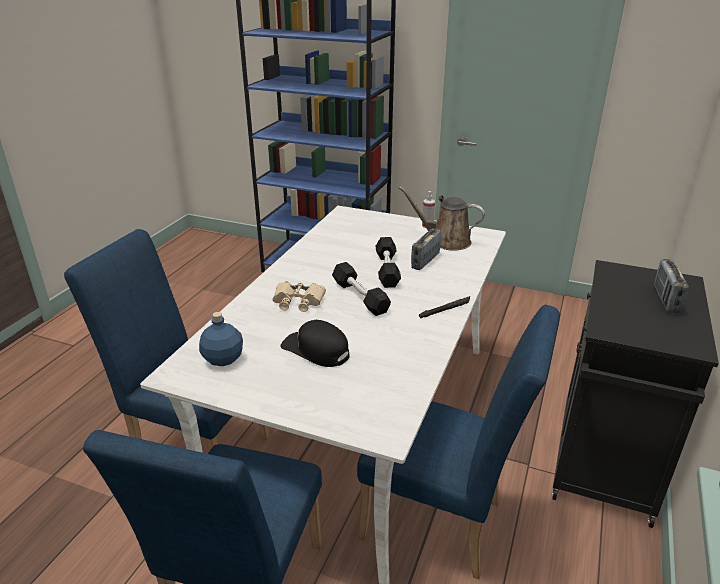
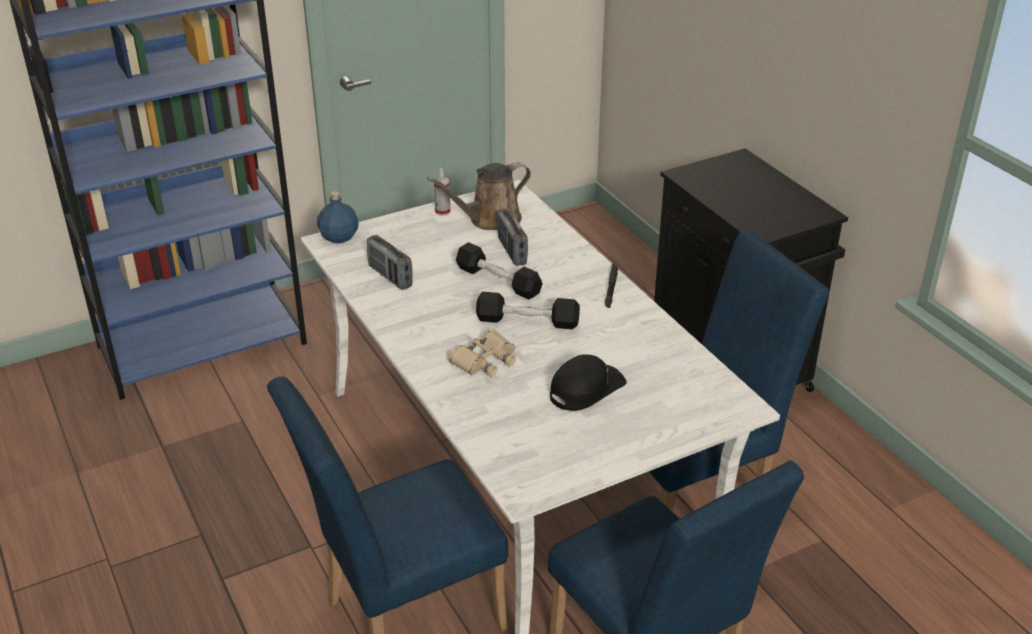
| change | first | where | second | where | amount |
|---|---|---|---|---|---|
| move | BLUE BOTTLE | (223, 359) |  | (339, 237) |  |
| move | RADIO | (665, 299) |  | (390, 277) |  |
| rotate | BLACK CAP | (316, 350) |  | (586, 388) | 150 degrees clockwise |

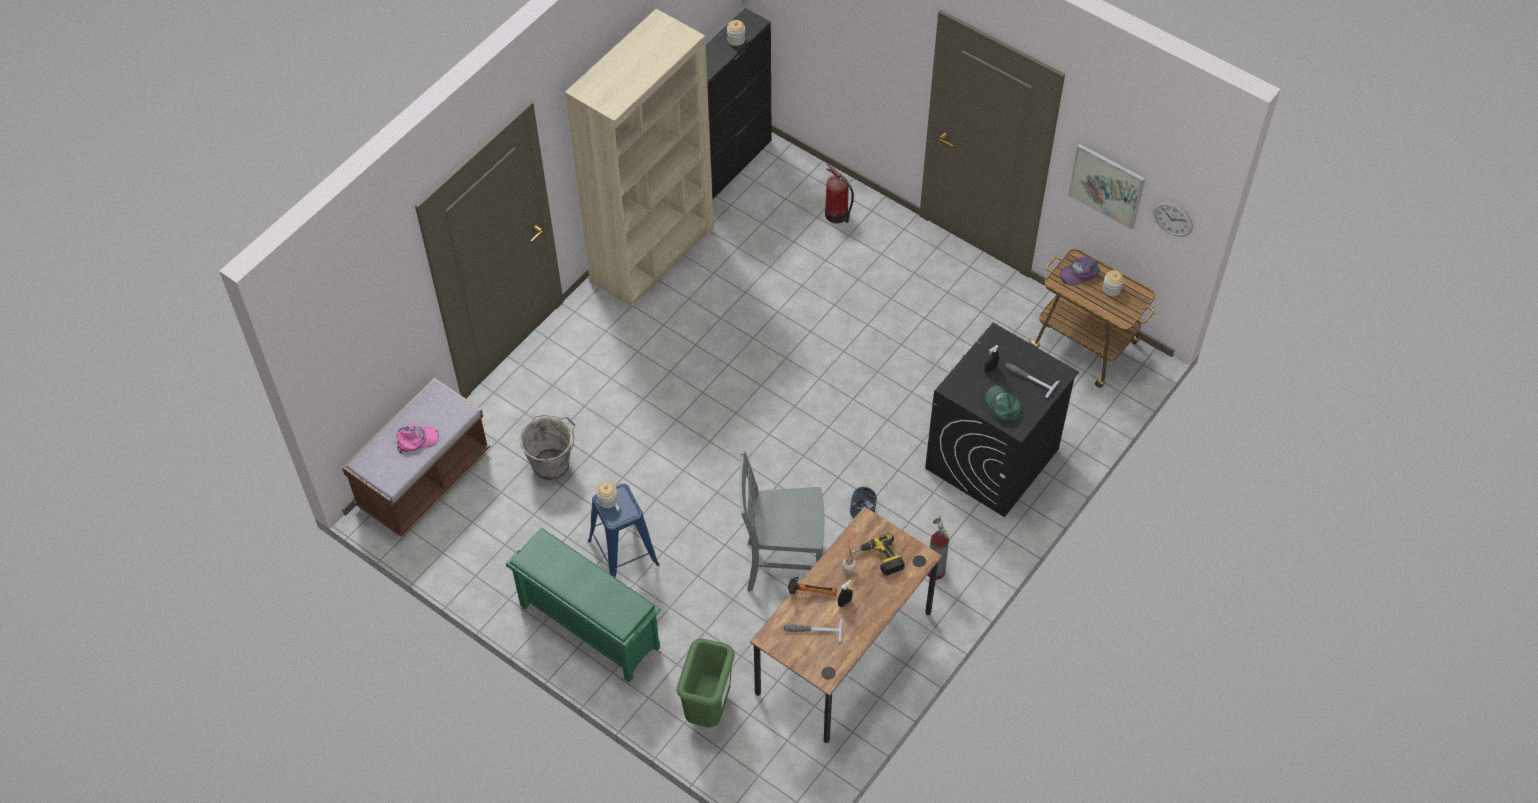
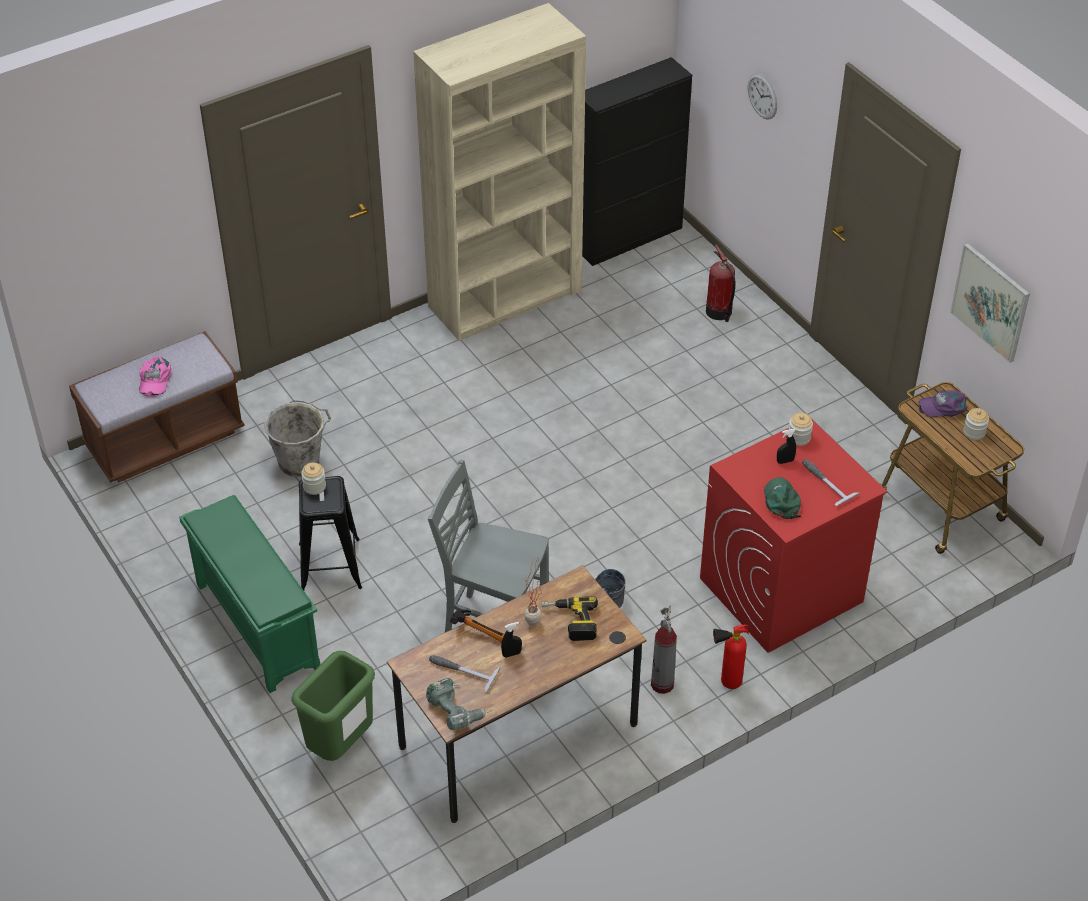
| change | first | where | second | where | amount |
|---|---|---|---|---|---|
| rotate | PINK CAP | (416, 440) |  | (154, 380) | 90 degrees clockwise |
| recolor | BLUE STOOL | (623, 553) | BLACK STOOL | (330, 566) |  |
| insert |  |  | POWER DRILL | (457, 712) |  |
| recolor | BLACK WASHING MACHINE | (992, 459) | RED WASHING MACHINE | (780, 591) |  |
| insert |  |  | FIRE EXTINGUISHER | (726, 683) |  |
| move | WALL CLOCK | (1172, 218) |  | (762, 96) |  |
| move | JAR | (736, 39) |  | (799, 438) |  |

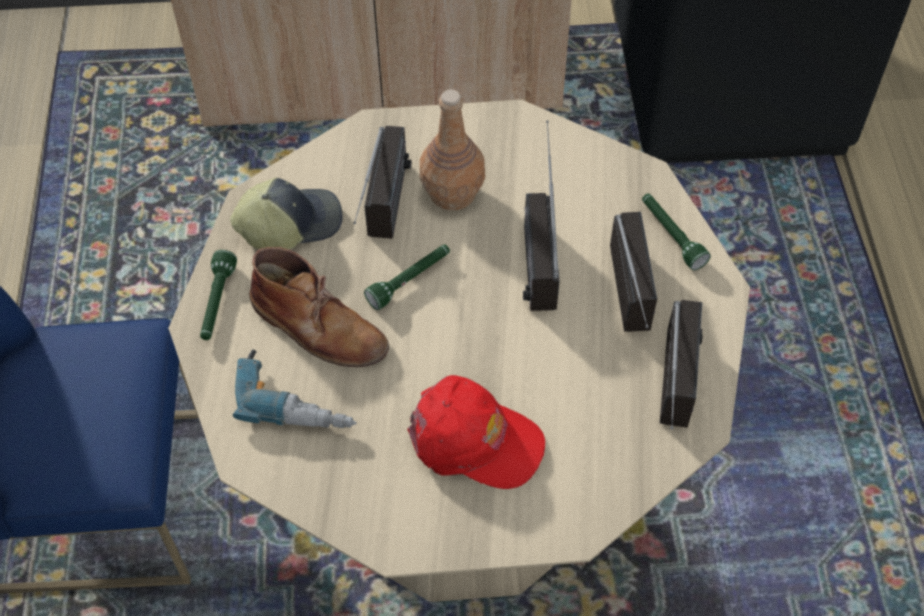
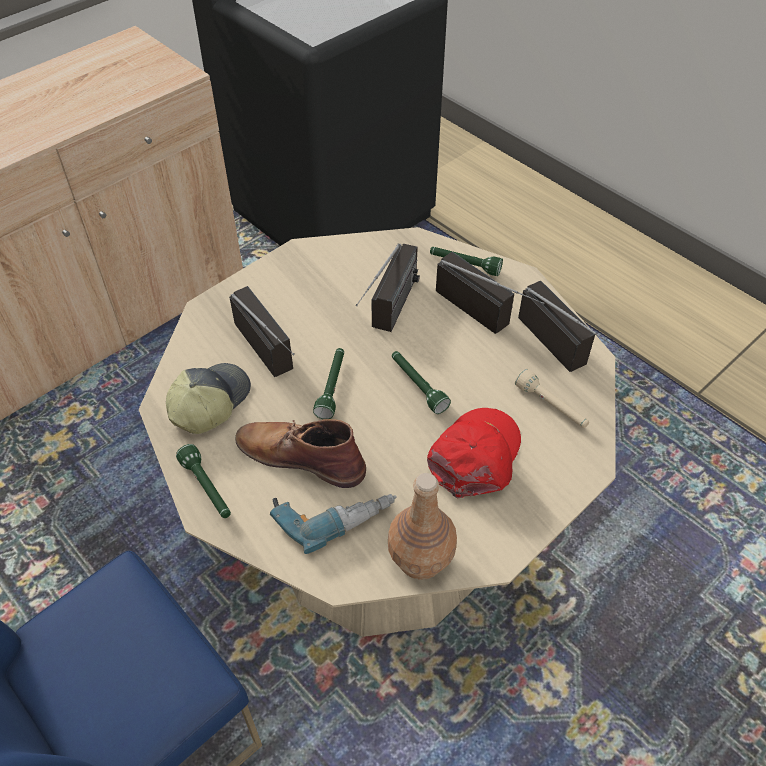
| change | first | where | second | where | amount |
|---|---|---|---|---|---|
| rotate | BROWN BOOT | (319, 327) |  | (300, 455) | 150 degrees counterclockwise |
| rotate | RADIO | (534, 245) |  | (390, 317) | 120 degrees counterclockwise |
| move | BROWN BOTTLE | (453, 193) |  | (421, 558) |  |
| insert |  |  | GREEN FLASHLIGHT | (417, 386) |  |
| rotate | RED CAP | (475, 440) |  | (476, 455) | 45 degrees counterclockwise |
| insert |  |  | BEIGE FLASHLIGHT | (551, 406) |  |

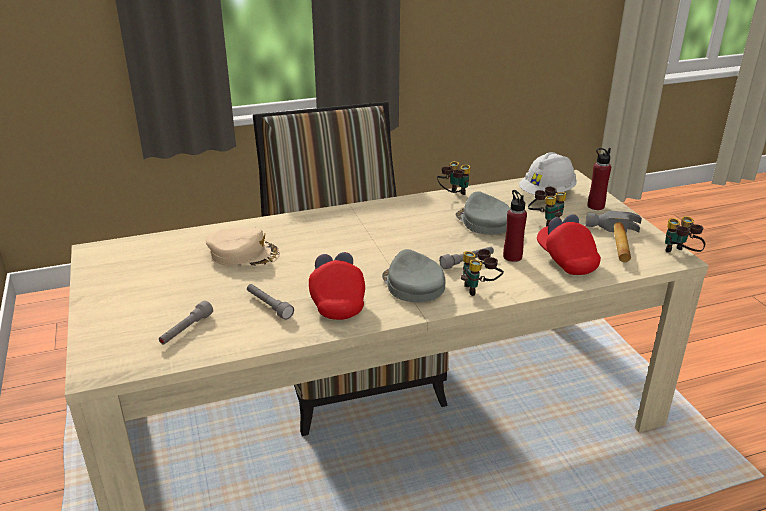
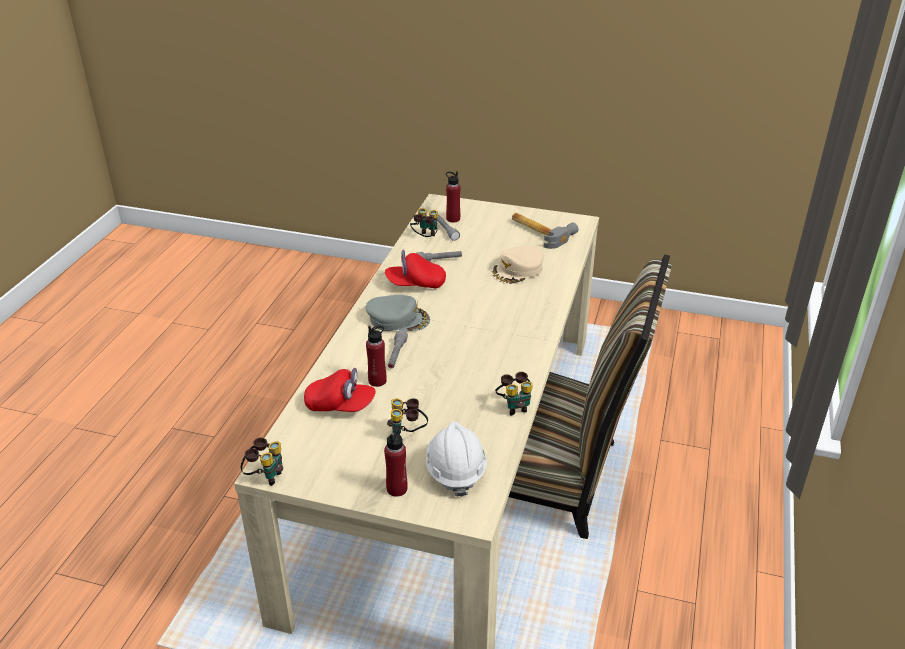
| change | first | where | second | where | amount |
|---|---|---|---|---|---|
| rotate | RED CAP | (336, 301) |  | (415, 284) | 150 degrees clockwise |
| move | BINOCULARS | (480, 289) |  | (425, 238) |  |
| insert |  |  | RED BOTTLE | (453, 219) |  |
| move | HAMMER | (614, 243) |  | (540, 231) |  |
| delete | GREY CAP | (484, 221) |  |  |  |

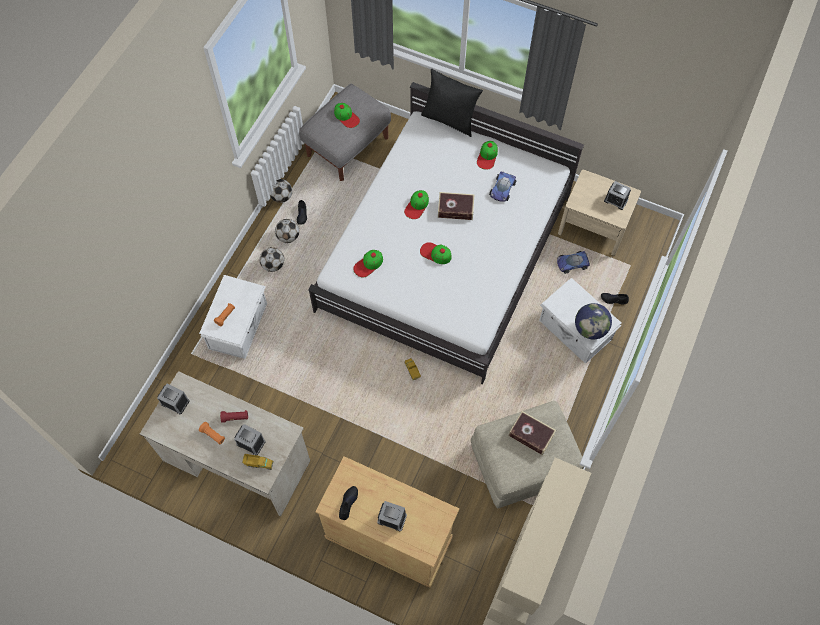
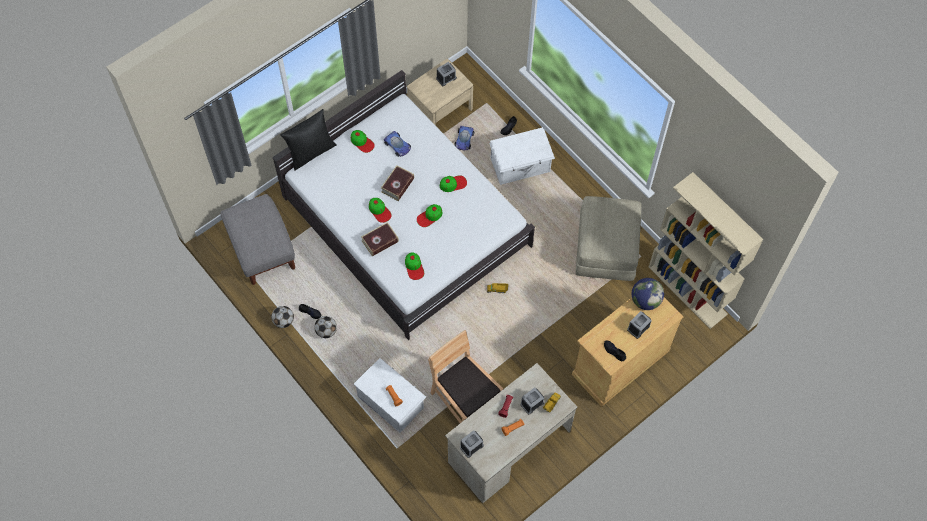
| change | first | where | second | where | amount |
|---|---|---|---|---|---|
| move | BOOK | (531, 435) |  | (380, 241) |  |
| insert |  |  | BROWN CHAIR | (465, 400) |  |
| move | CAP | (346, 116) |  | (453, 184) |  |
| move | GLOBE | (590, 329) |  | (645, 300) |  |
| delete | FOOTBALL | (273, 265) |  |  |  |

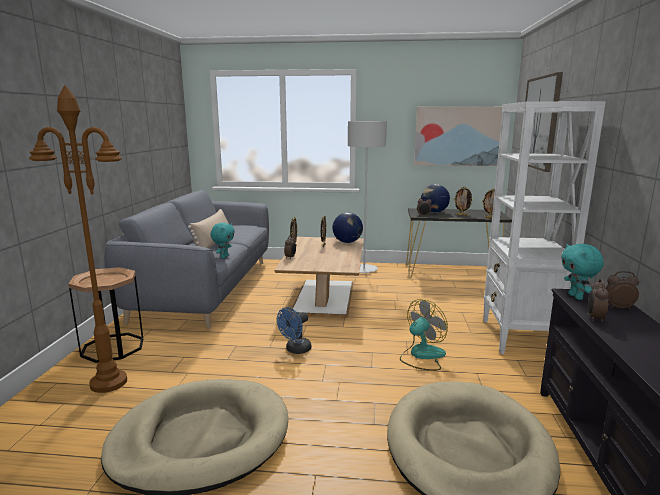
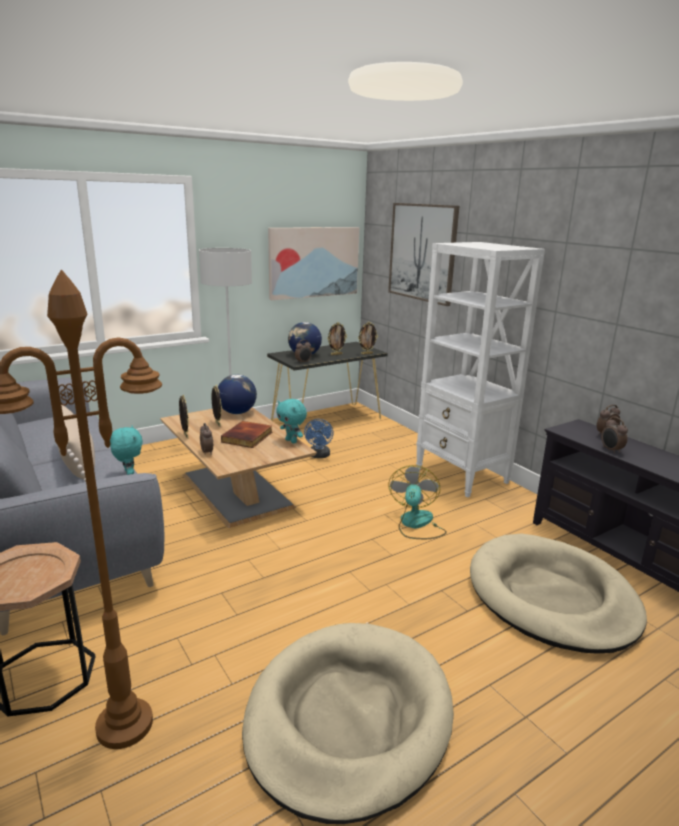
| change | first | where | second | where | amount |
|---|---|---|---|---|---|
| insert |  |  | BOOK | (248, 437) |  |
| move | TURQUOISE PLUSH TOY | (576, 297) |  | (291, 441) |  |
| move | BLUE FAN | (295, 350) |  | (319, 456) |  |

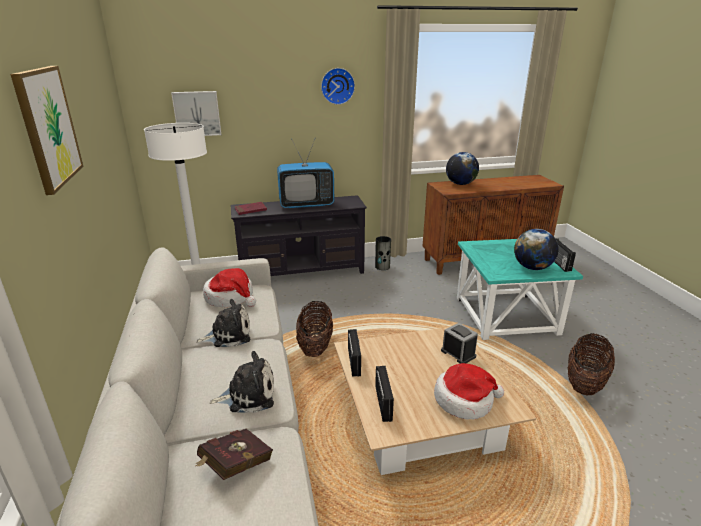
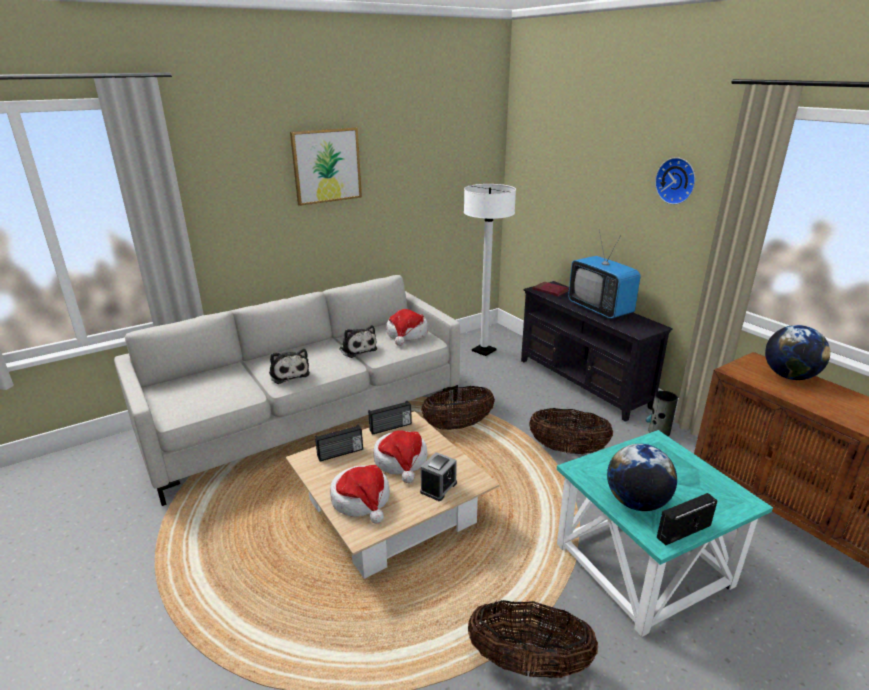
| change | first | where | second | where | amount |
|---|---|---|---|---|---|
| insert |  |  | HAT | (401, 461) |  |
| insert |  |  | BASKET | (567, 449) |  |
| delete | PICTURE | (197, 113) |  |  |  |
| delete | RED BOOK | (234, 466) |  |  |  |

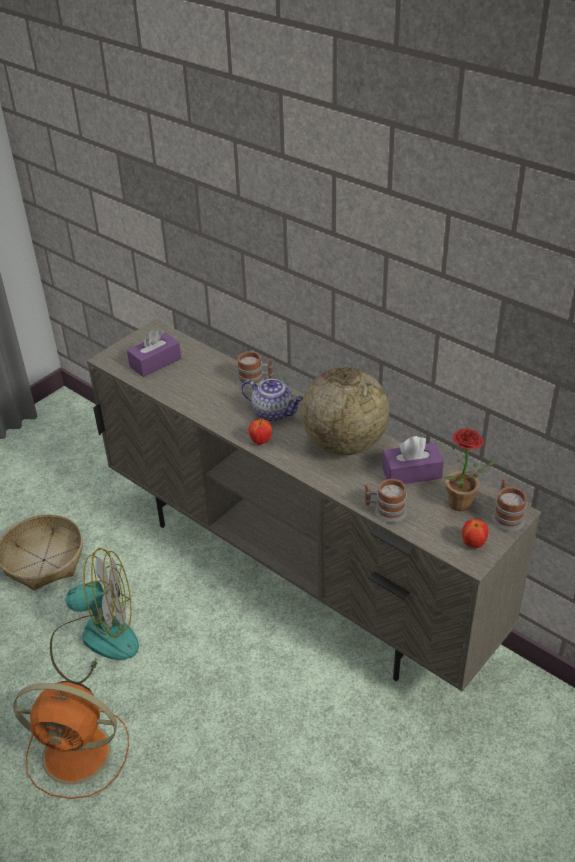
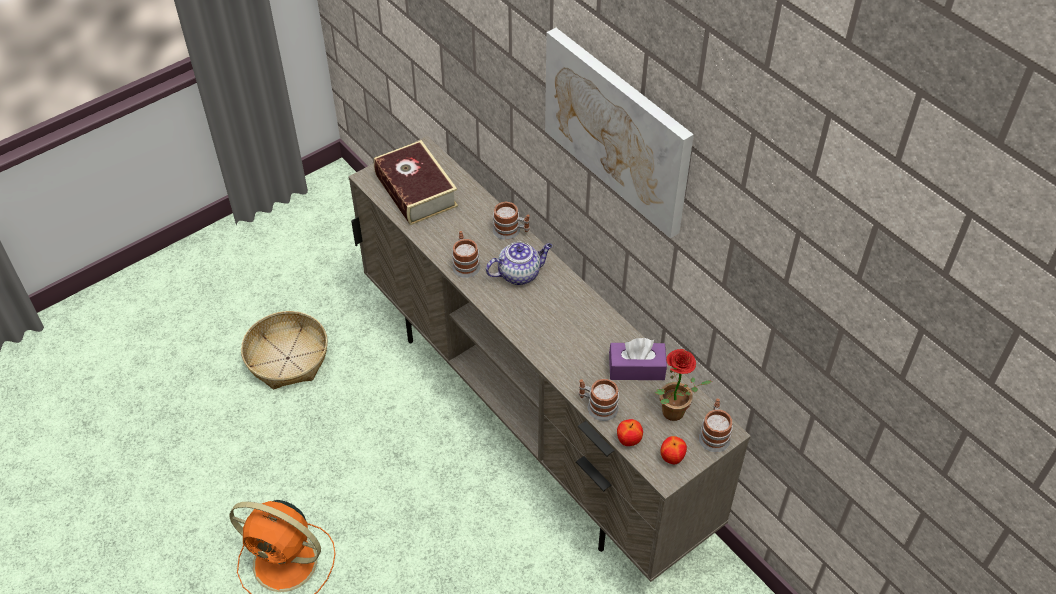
| change | first | where | second | where | amount |
|---|---|---|---|---|---|
| replace | PURPLE TISSUE BOX | (155, 362) | BOOK | (416, 191) |  |
| insert |  |  | MUG | (465, 264) |  |
| rotate | TEAPOT | (274, 413) |  | (520, 273) | 60 degrees counterclockwise |
| insert |  |  | PICTURE | (617, 130) |  |
| move | APPLE | (261, 441) |  | (628, 441) |  |
| delete | FAN | (95, 640) |  |  |  |
| delete | GLOBE | (344, 444) |  |  |  |

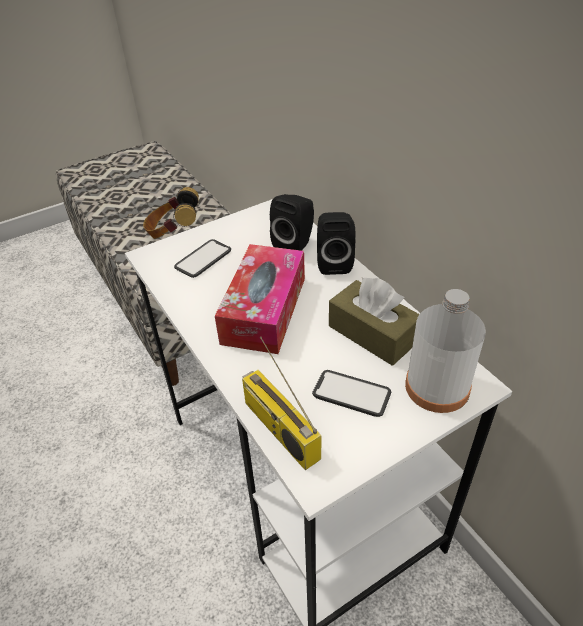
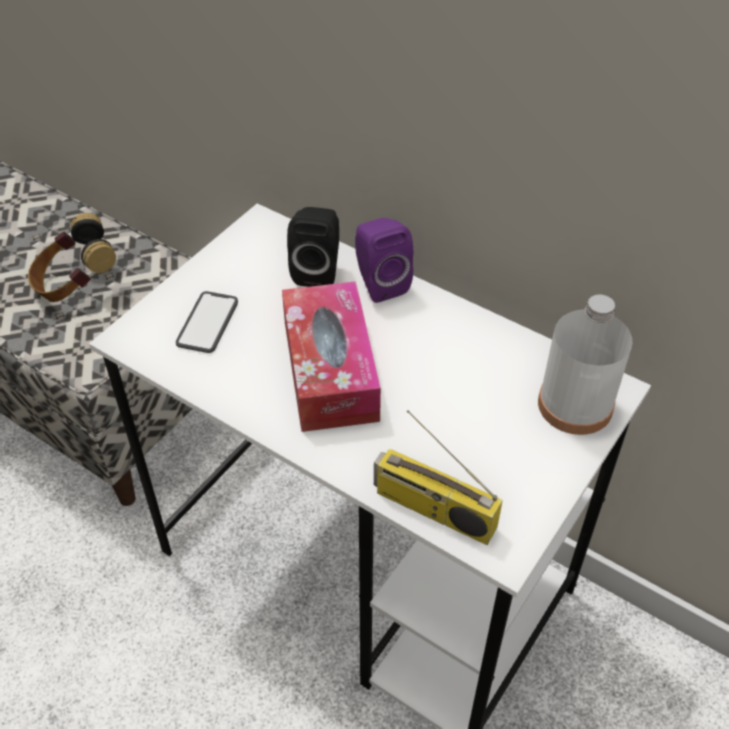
| change | first | where | second | where | amount |
|---|---|---|---|---|---|
| recolor | BLACK SPEAKER | (334, 262) | PURPLE SPEAKER | (379, 283) |  |
| delete | PHONE | (351, 394) |  |  |  |
| delete | BROWN TISSUE BOX | (372, 334) |  |  |  |

